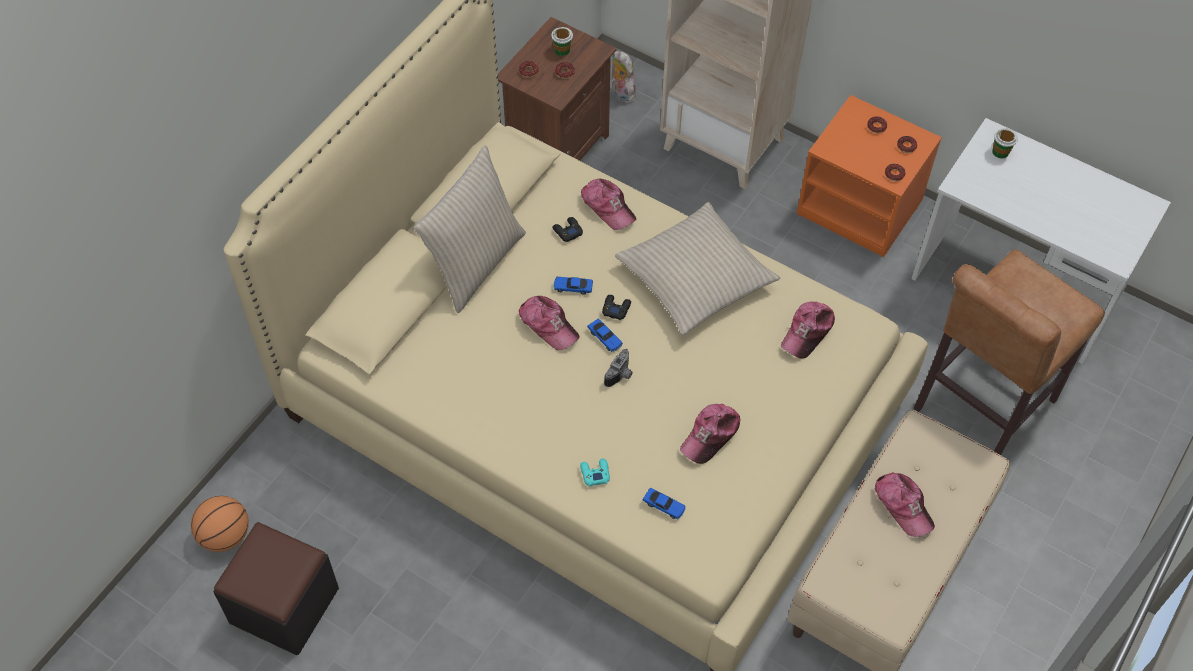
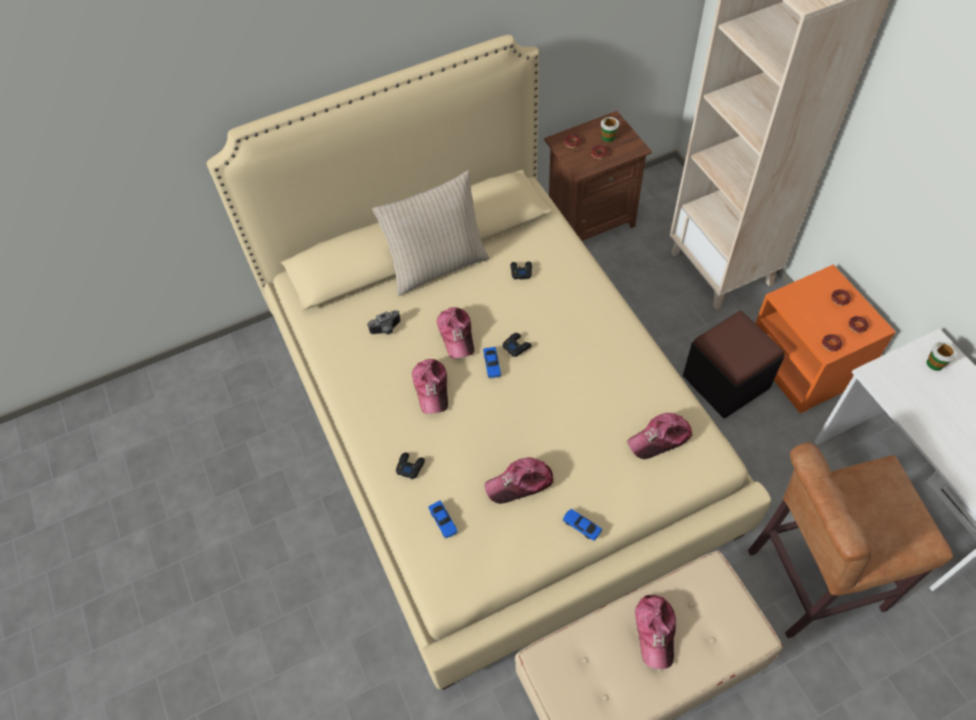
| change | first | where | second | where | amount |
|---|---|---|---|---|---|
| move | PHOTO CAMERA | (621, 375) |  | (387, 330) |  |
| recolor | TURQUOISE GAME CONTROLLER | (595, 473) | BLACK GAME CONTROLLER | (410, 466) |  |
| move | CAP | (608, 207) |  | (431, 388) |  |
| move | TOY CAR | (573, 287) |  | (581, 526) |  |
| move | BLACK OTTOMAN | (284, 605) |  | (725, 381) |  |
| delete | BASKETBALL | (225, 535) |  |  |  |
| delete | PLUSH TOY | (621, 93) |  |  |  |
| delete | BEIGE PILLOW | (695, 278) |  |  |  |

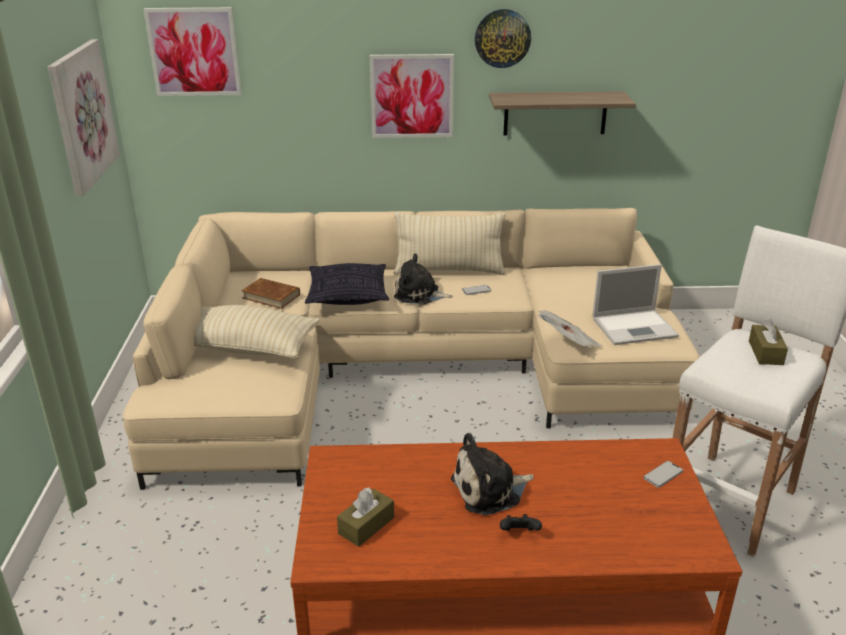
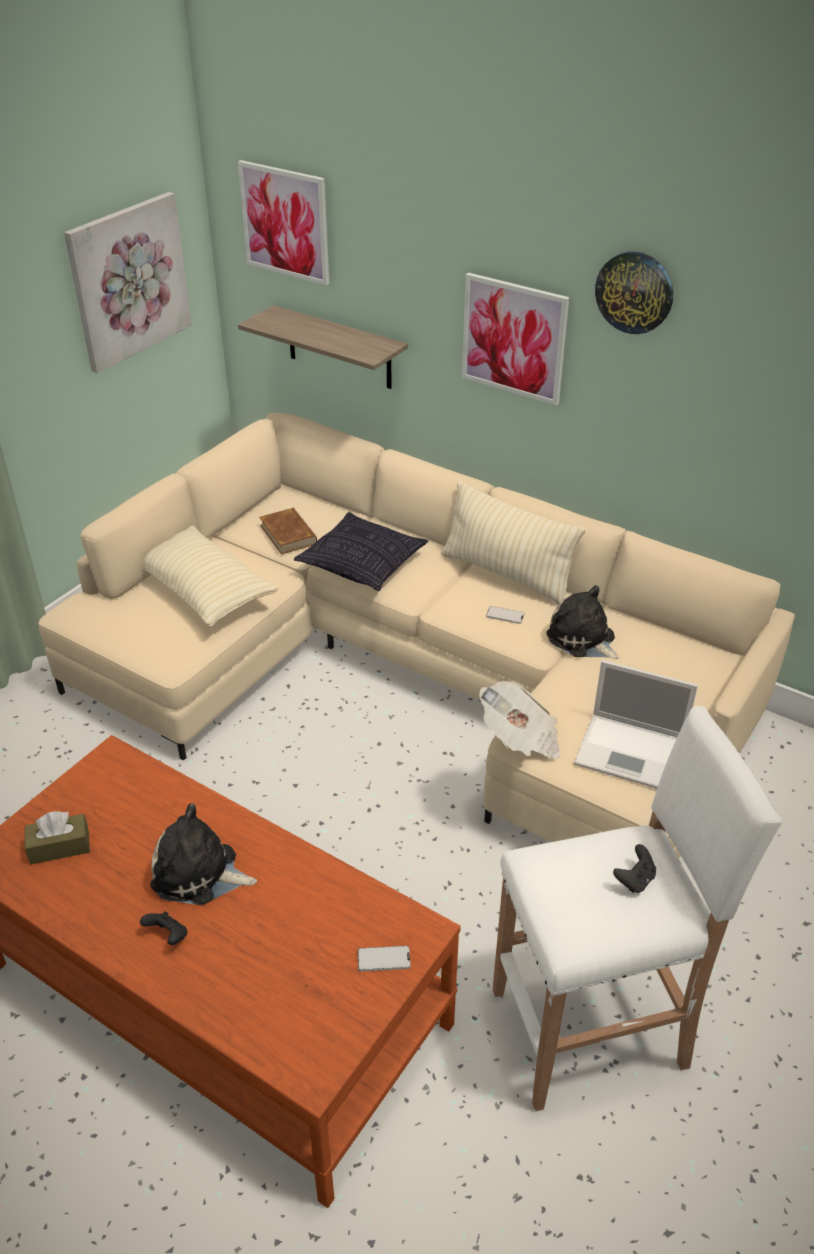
| change | first | where | second | where | amount |
|---|---|---|---|---|---|
| move | SHELF | (555, 113) |  | (339, 348) |  |
| move | PLUSH TOY | (419, 294) |  | (583, 639) |  |
| replace | BROWN TISSUE BOX | (765, 353) | BLACK GAME CONTROLLER | (634, 880) |  |

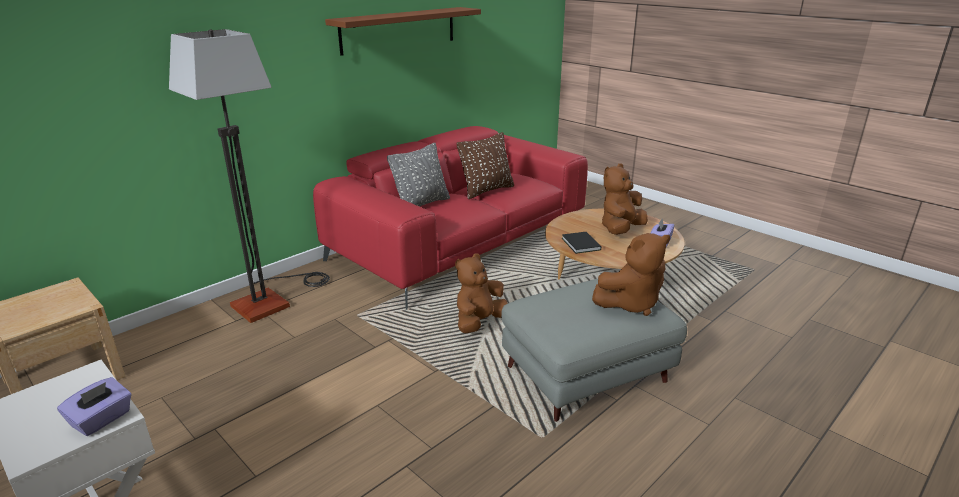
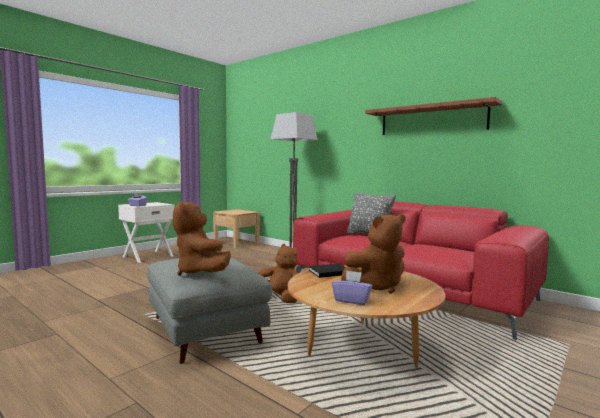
| change | first | where | second | where | amount |
|---|---|---|---|---|---|
| rotate | BROWN PLUSH TOY | (621, 229) |  | (376, 286) | 120 degrees clockwise |
| delete | BROWN PILLOW | (486, 190) |  |  |  |

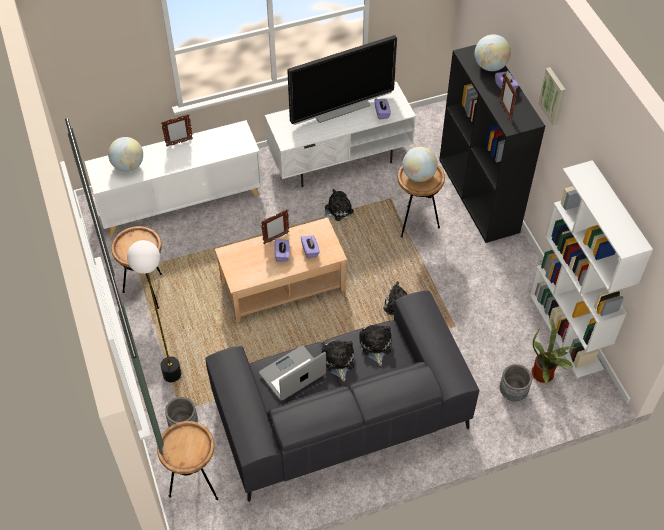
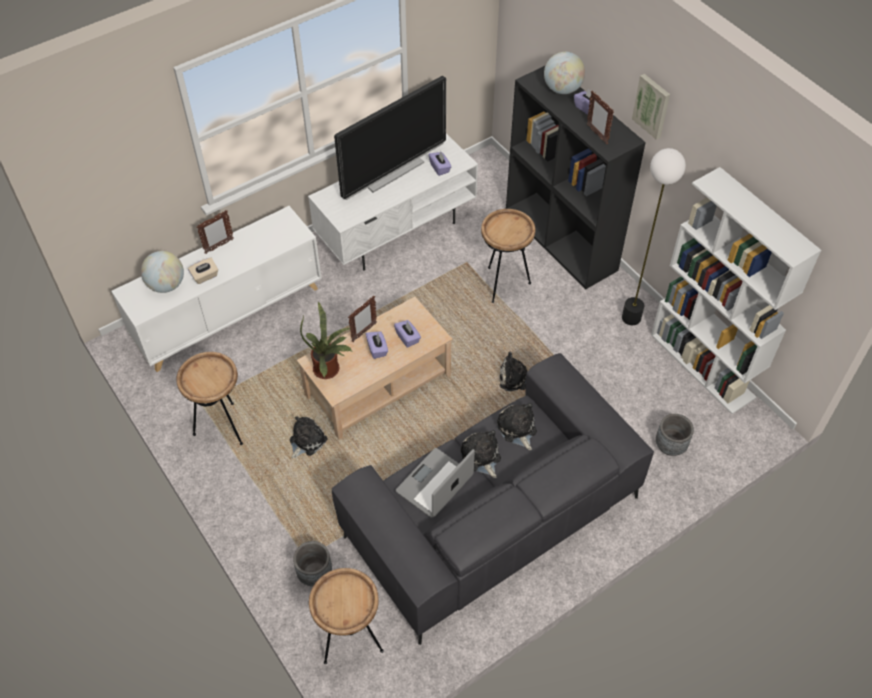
| change | first | where | second | where | amount |
|---|---|---|---|---|---|
| insert |  |  | BEIGE TISSUE BOX | (205, 276) |  |
| move | PLUSH TOY | (337, 210) |  | (306, 441) |  |
| move | POTTED PLANT | (545, 374) |  | (329, 369) |  |
| move | FLOOR LAMP | (171, 374) |  | (631, 317) |  |
| delete | GLOBE | (418, 175) |  |  |  |

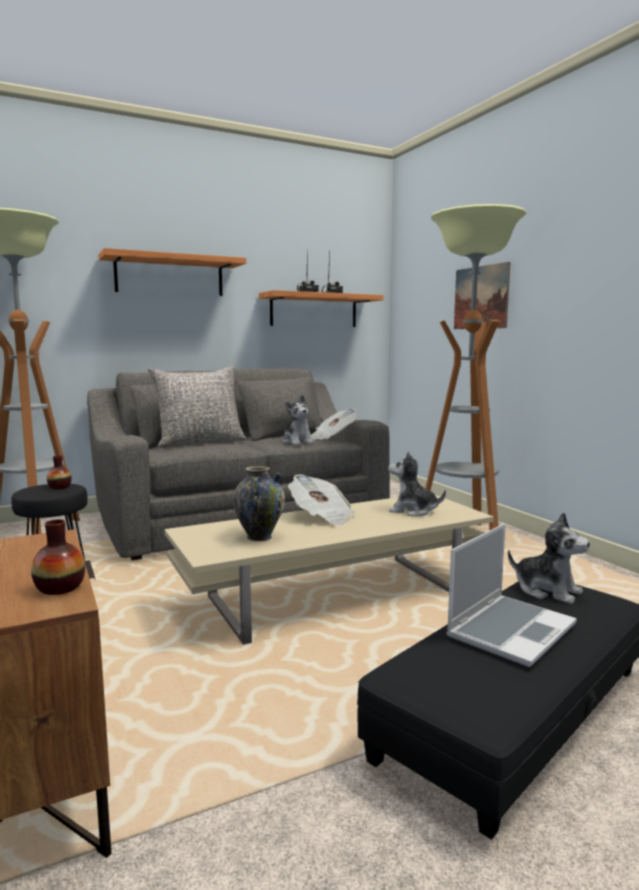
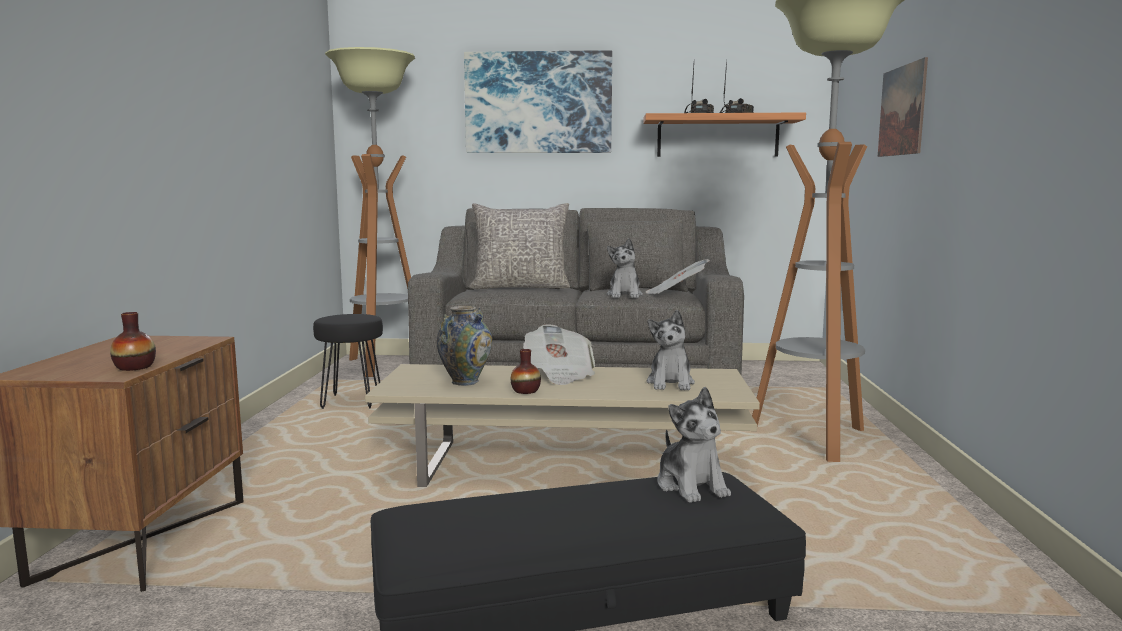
| change | first | where | second | where | amount |
|---|---|---|---|---|---|
| replace | SHELF | (169, 276) | PICTURE | (538, 103) |  |
| move | VASE | (59, 487) |  | (525, 391) |  |
| rotate | PLUSH TOY | (413, 511) |  | (670, 383) | 135 degrees counterclockwise |
| delete | LAPTOP | (510, 630) |  |  |  |

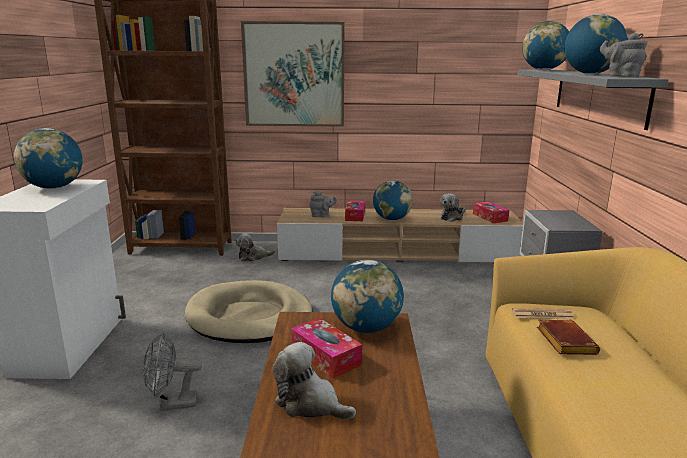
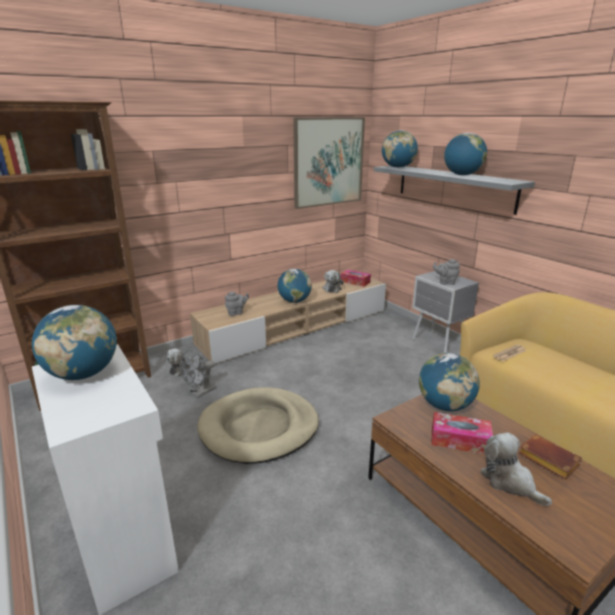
| change | first | where | second | where | amount |
|---|---|---|---|---|---|
| move | GREY FAN | (172, 404) |  | (200, 393) |  |
| move | PICTURE | (294, 75) |  | (328, 162) |  |
| move | GREY TEAPOT | (621, 76) |  | (445, 282) |  |
| rotate | PLUSH TOY | (310, 403) |  | (509, 481) | 60 degrees clockwise |
| move | BROWN BOOK | (563, 341) |  | (546, 459) |  |
| delete | TISSUE BOX | (355, 216) |  |  |  |

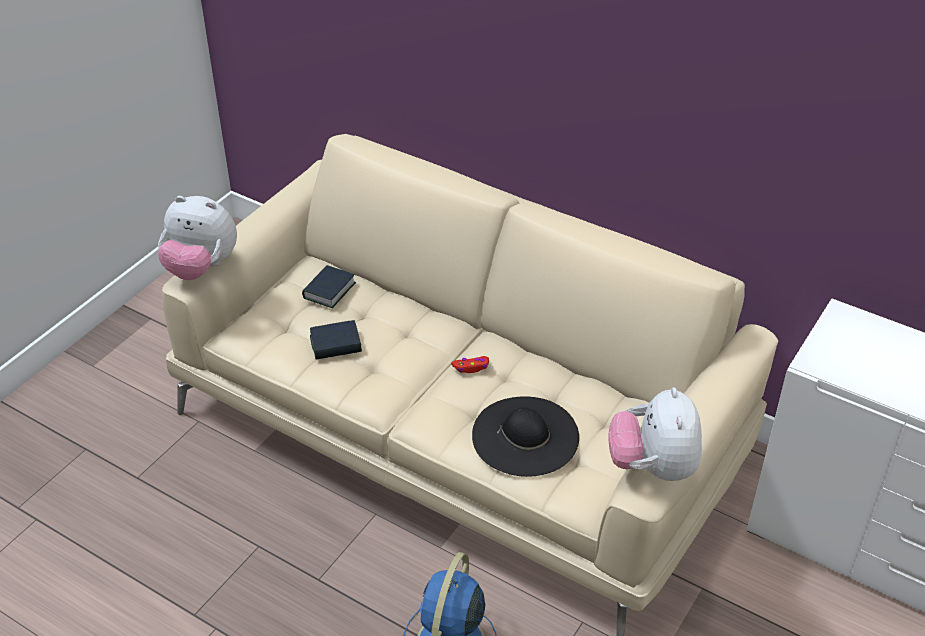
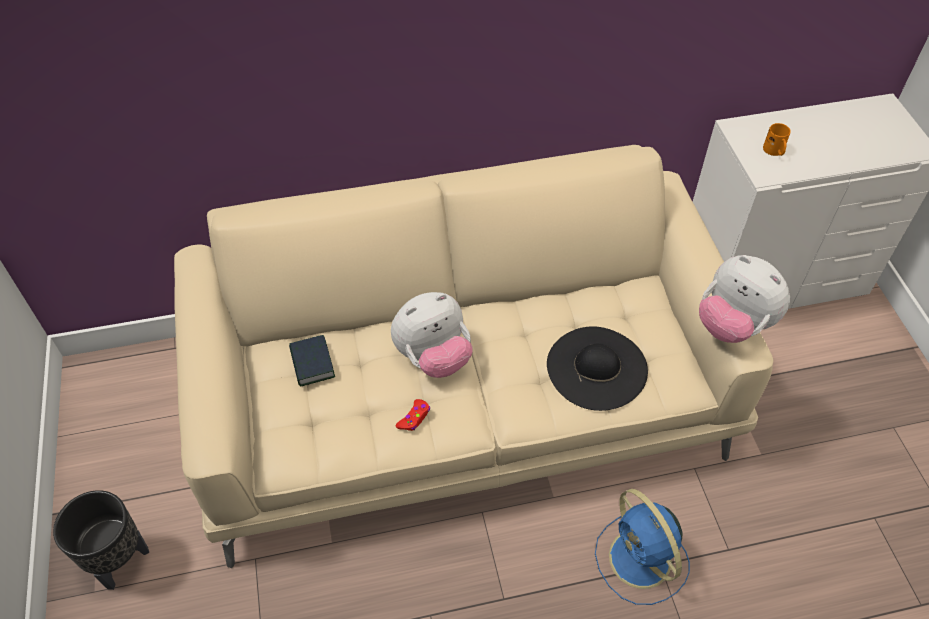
| change | first | where | second | where | amount |
|---|---|---|---|---|---|
| insert |  |  | BLACK PLANTER | (119, 560) |  |
| move | PLUSH TOY | (201, 267) |  | (433, 357) |  |
| move | RED GAME CONTROLLER | (471, 367) |  | (414, 418) |  |
| insert |  |  | ORANGE MUG | (775, 152) |  |
| delete | BOOK | (336, 344) |  |  |  |

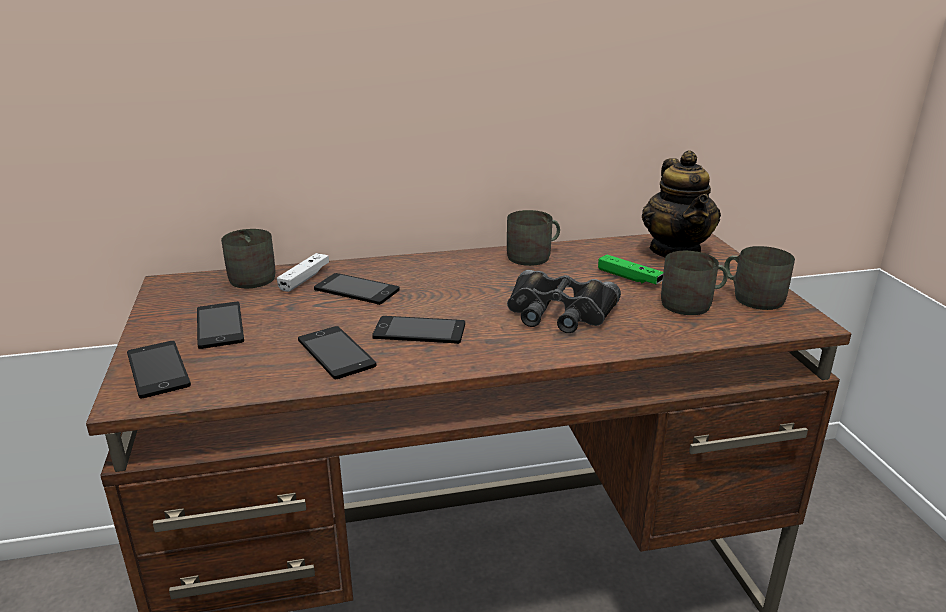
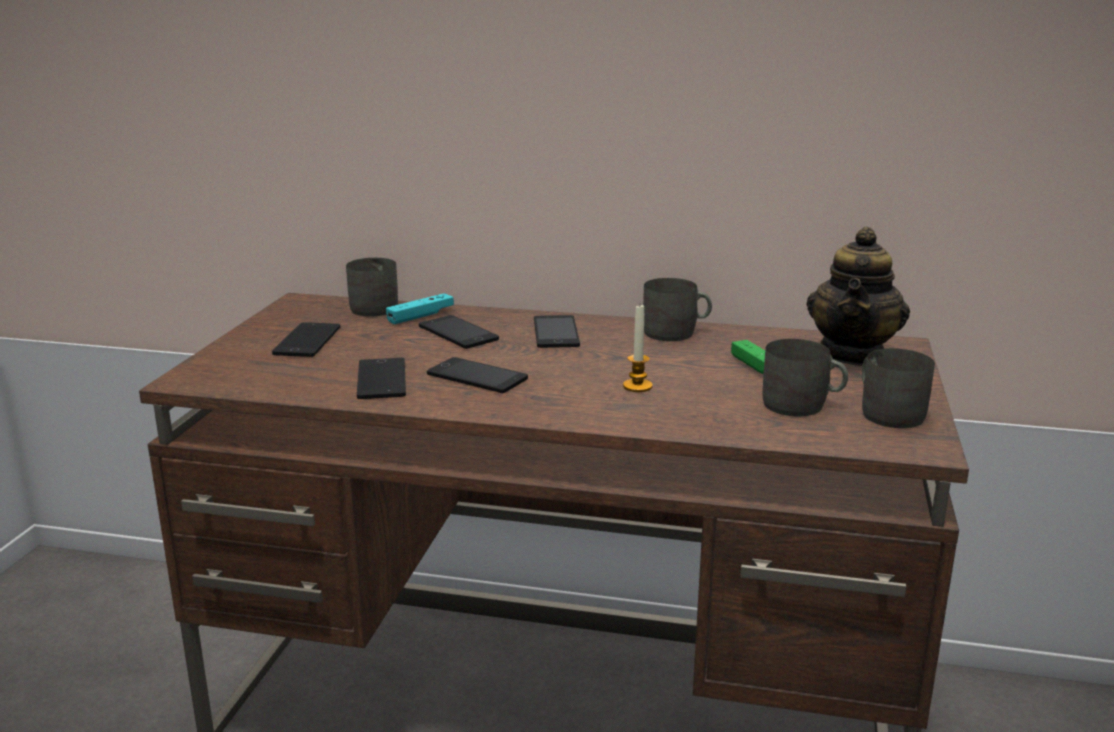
| change | first | where | second | where | amount |
|---|---|---|---|---|---|
| recolor | WHITE GAME CONTROLLER | (304, 278) | TURQUOISE GAME CONTROLLER | (420, 316) |  |
| move | PHONE | (158, 370) |  | (556, 332) |  |
| replace | BLACK BINOCULARS | (559, 312) | CANDLE | (637, 386) |  |

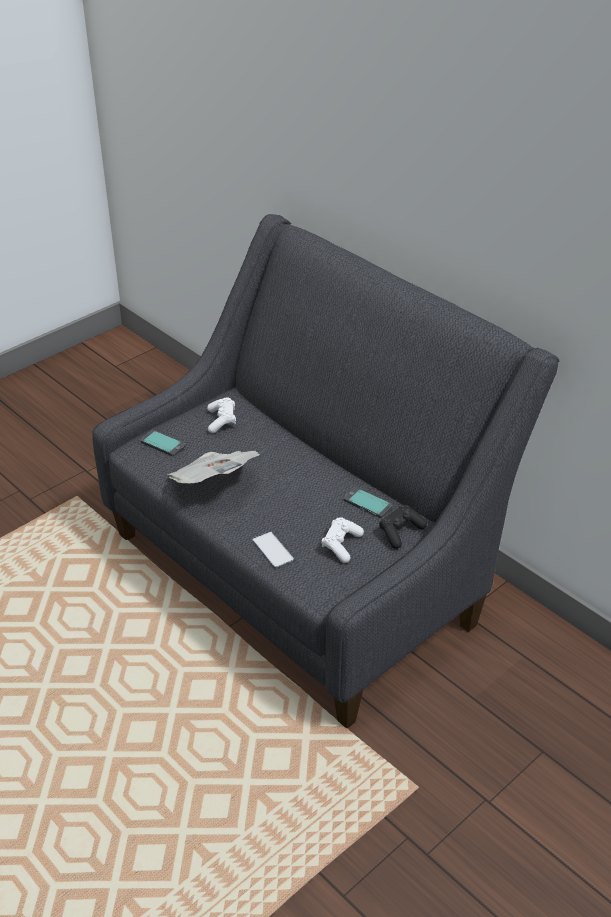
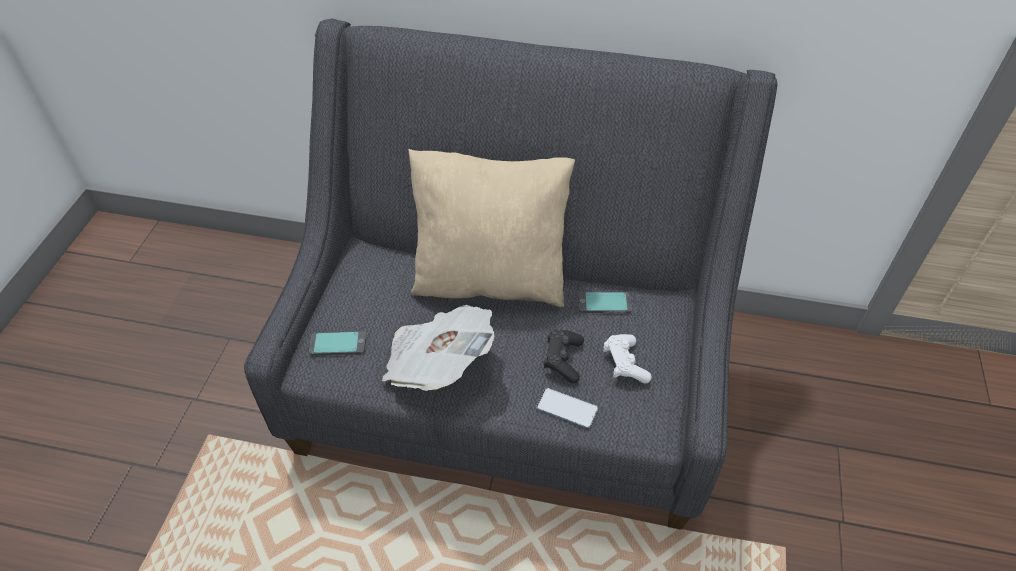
| change | first | where | second | where | amount |
|---|---|---|---|---|---|
| insert |  |  | BEIGE PILLOW | (490, 279) |  |
| move | BLACK GAME CONTROLLER | (400, 532) |  | (563, 360) |  |
| delete | WHITE GAME CONTROLLER | (221, 421) |  |  |  |

